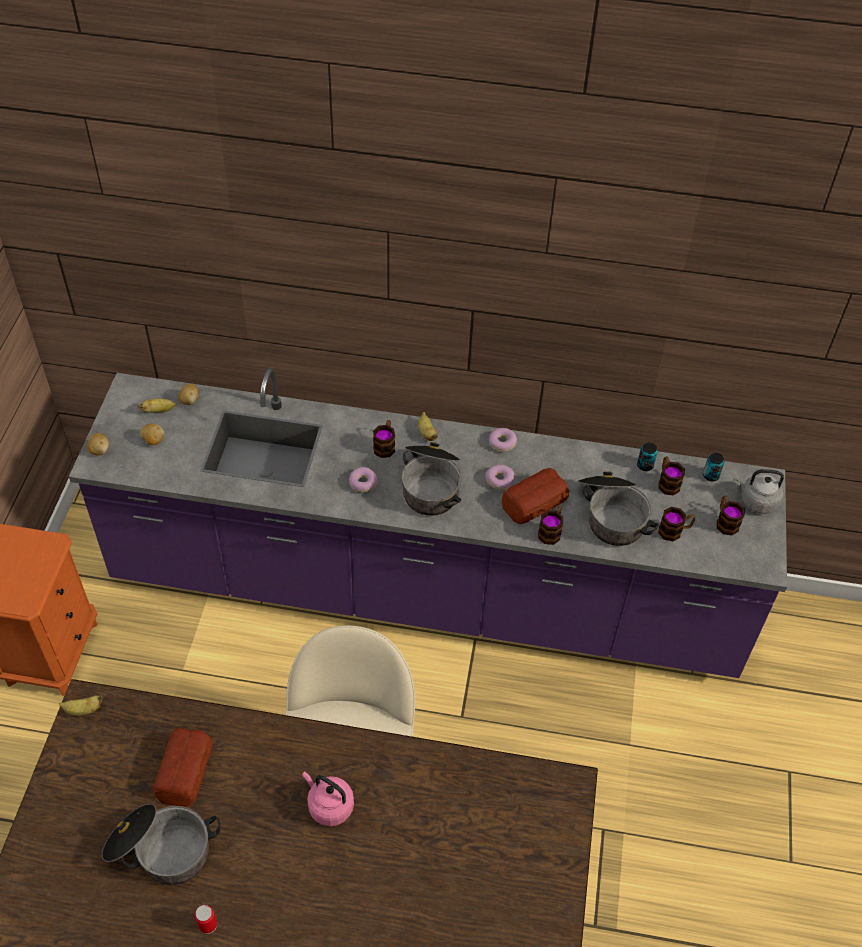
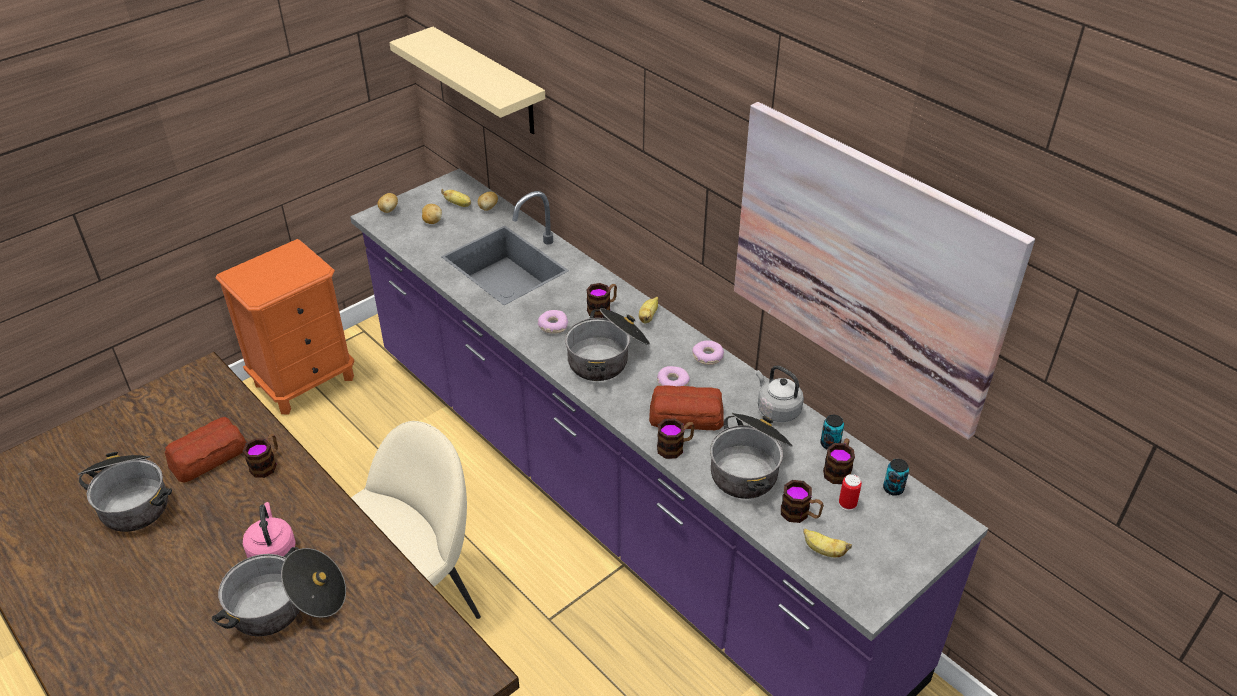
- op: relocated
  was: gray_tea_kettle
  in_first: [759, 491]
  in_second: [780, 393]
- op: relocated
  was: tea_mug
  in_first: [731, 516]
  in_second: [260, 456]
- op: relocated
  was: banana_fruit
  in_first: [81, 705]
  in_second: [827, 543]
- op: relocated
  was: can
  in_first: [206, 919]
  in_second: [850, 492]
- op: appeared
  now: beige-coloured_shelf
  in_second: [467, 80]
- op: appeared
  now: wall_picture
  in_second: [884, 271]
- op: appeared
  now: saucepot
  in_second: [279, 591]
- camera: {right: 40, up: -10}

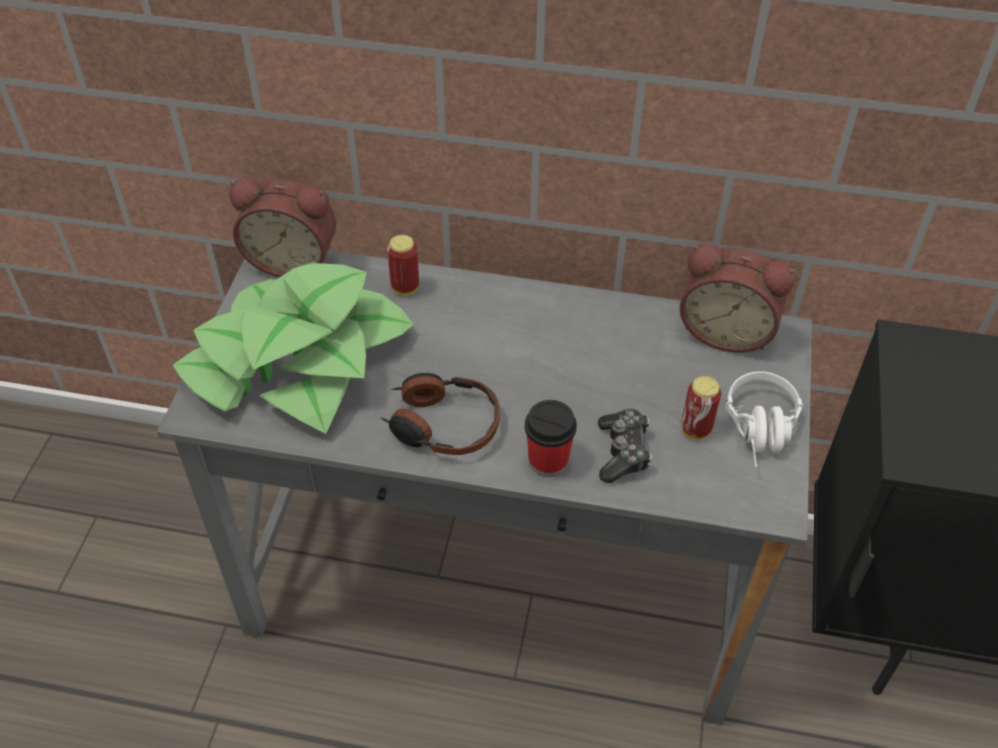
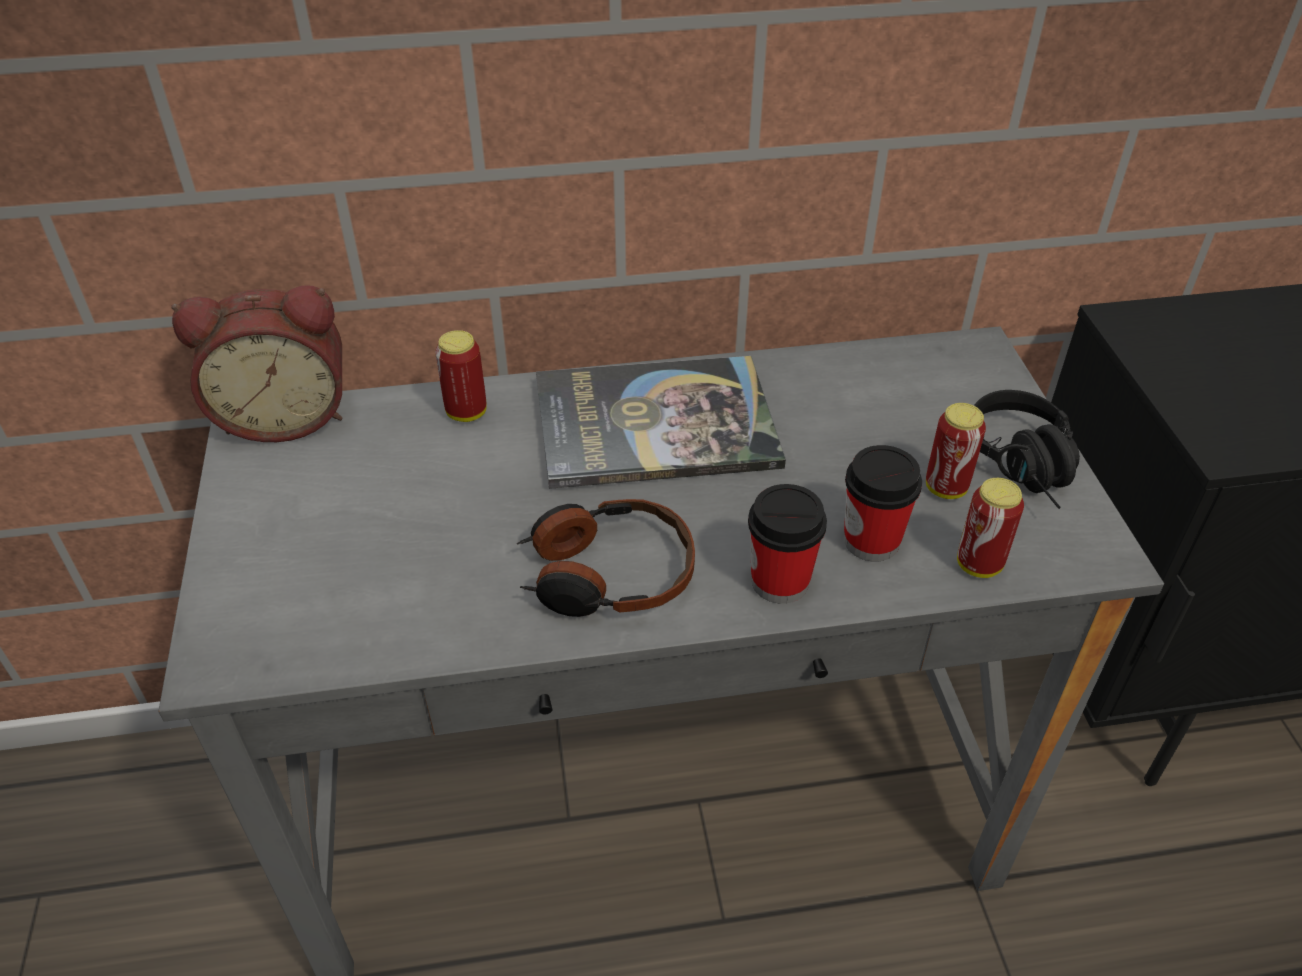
- op: missing
  was: table_clock
  in_first: [737, 298]
- op: missing
  was: houseplant
  in_first: [293, 348]
- op: colour
  was: white_headset
  now: blackish_headset
  in_first: [764, 419]
  in_second: [1027, 449]
- op: exchanged
  was: joypad
  now: drinking_cup
  in_first: [625, 446]
  in_second: [883, 503]
- op: appeared
  now: book
  in_second: [661, 422]
- op: appeared
  now: can
  in_second: [990, 528]
- camera: {right: -20, up: -5}

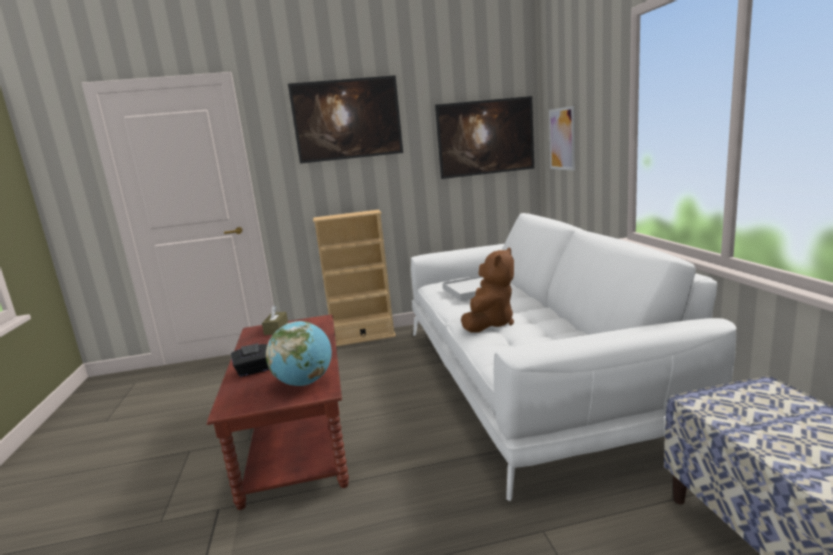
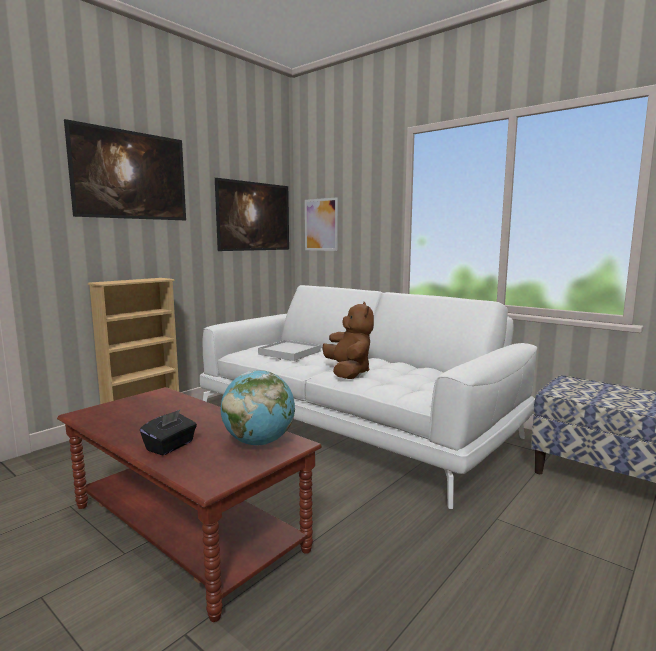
- op: missing
  was: brownish_tissue_box
  in_first: [275, 320]
- camera: {right: -40, up: -5}

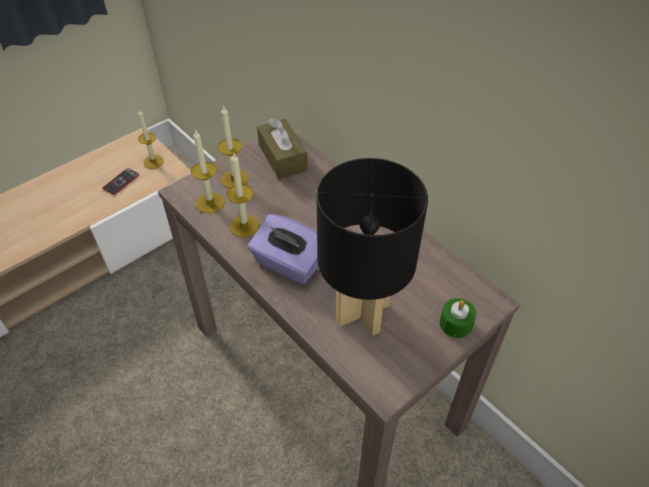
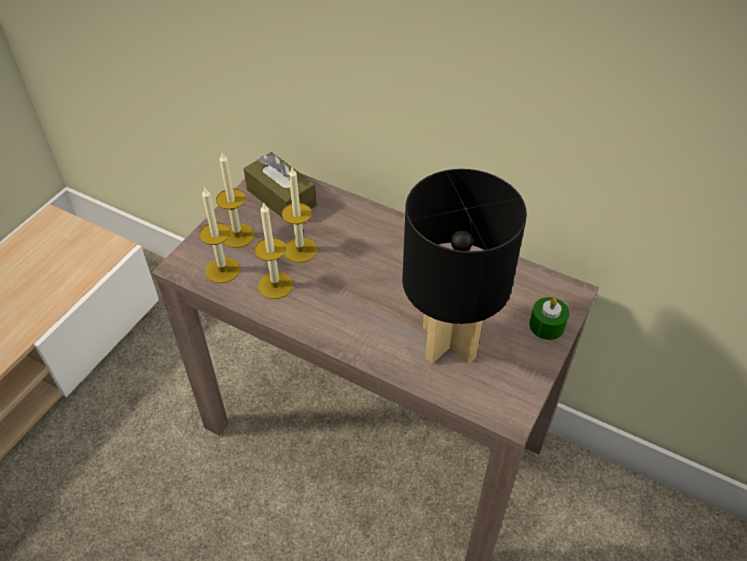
- op: relocated
  was: wax_candle
  in_first: [151, 139]
  in_second: [299, 215]
- op: missing
  was: phone
  in_first: [120, 181]
- op: missing
  was: purple_tissue_box
  in_first: [283, 249]
- camera: {right: -20, up: 0}

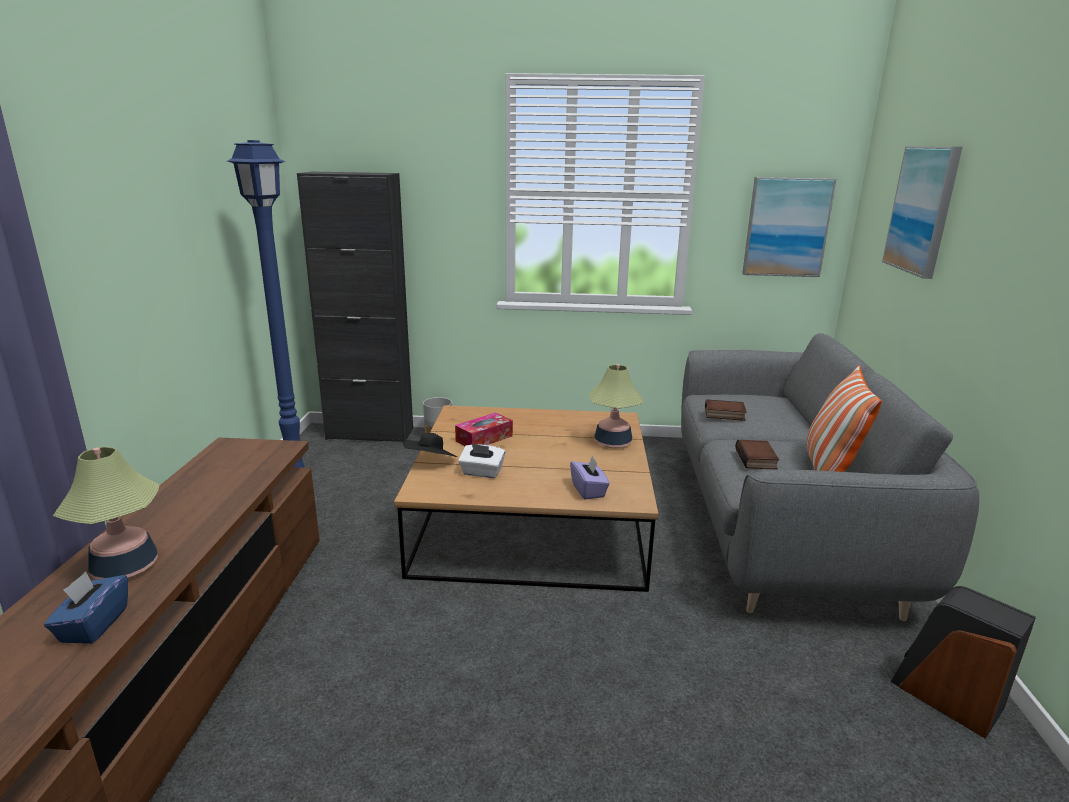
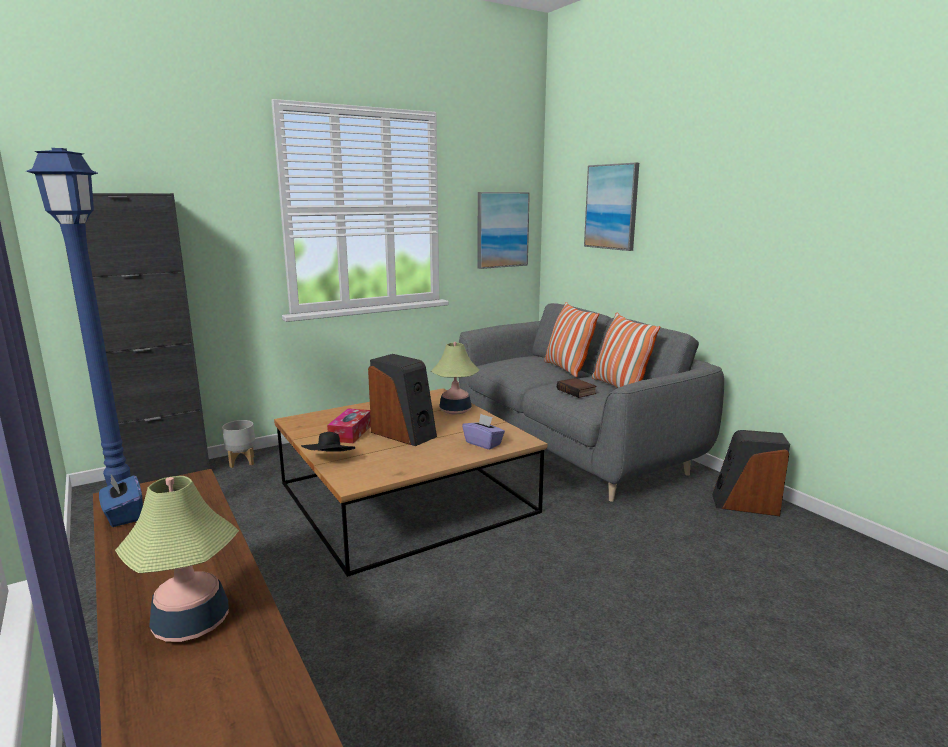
- op: missing
  was: book
  in_first: [726, 410]
- op: missing
  was: white_tissue_box
  in_first: [481, 461]
- op: relocated
  was: blue_tissue_box
  in_first: [86, 607]
  in_second: [121, 500]
- op: appeared
  now: cushion
  in_second: [571, 339]
- op: appeared
  now: audio_speaker
  in_second: [402, 400]
- camera: {right: -35, up: -5}

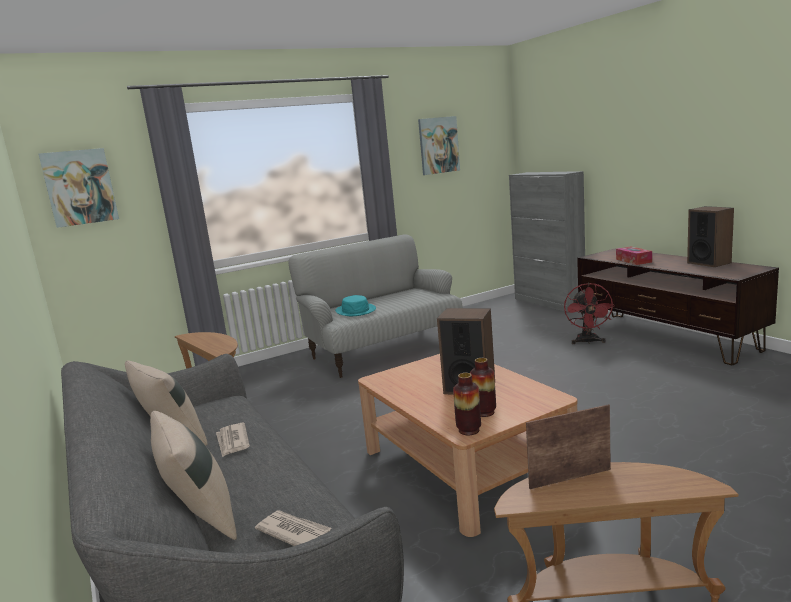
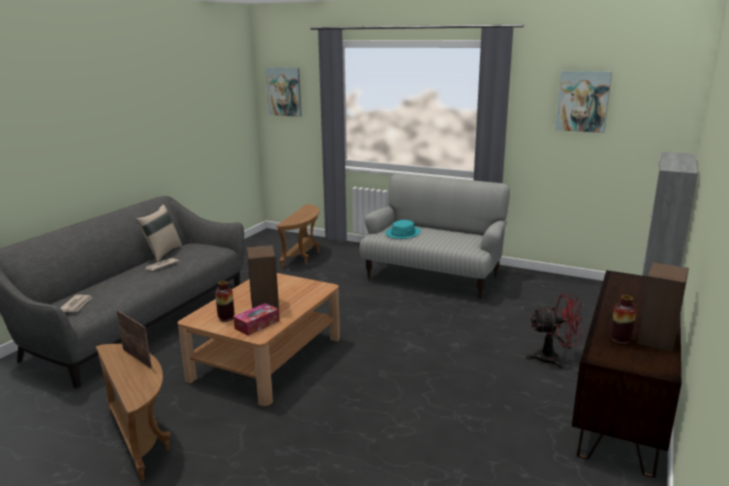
- op: relocated
  was: tissue_box
  in_first: [634, 255]
  in_second: [256, 319]
- op: spun
  was: red_fan
  in_first: [589, 313]
  in_second: [555, 331]
  clockwise: -150
- op: relocated
  was: vase
  in_first: [467, 404]
  in_second: [624, 320]
- op: missing
  was: beige-coloured_cushion
  in_first: [193, 475]
- camera: {right: 55, up: 5}

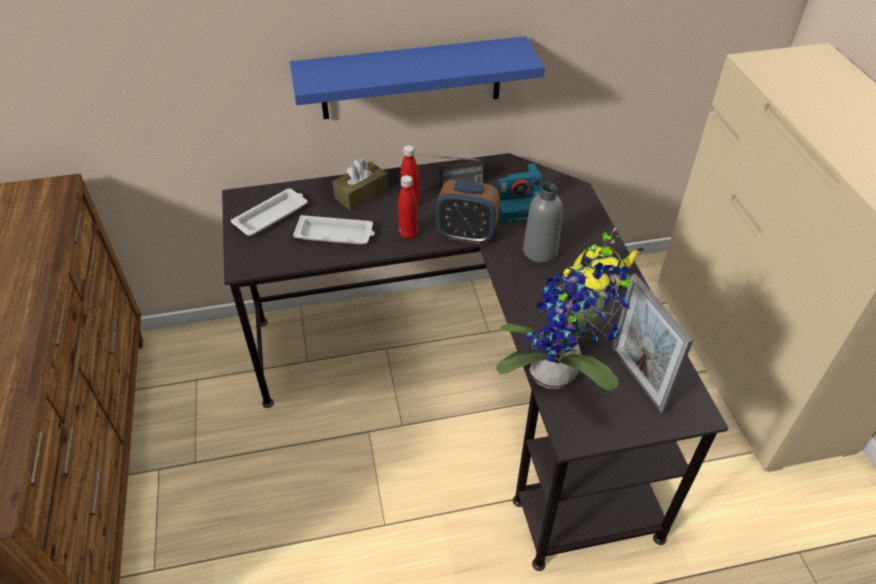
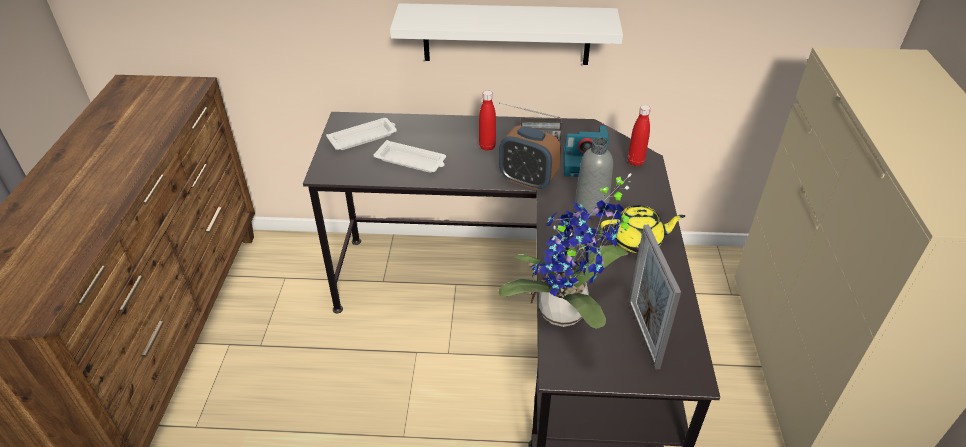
- op: colour
  was: blue_shelf
  now: white_shelf
  in_first: [417, 77]
  in_second: [506, 34]
- op: missing
  was: brownish_tissue_box
  in_first: [360, 184]
- op: relocated
  was: red_bottle
  in_first: [408, 207]
  in_second: [639, 135]
- camera: {right: 15, up: -5}

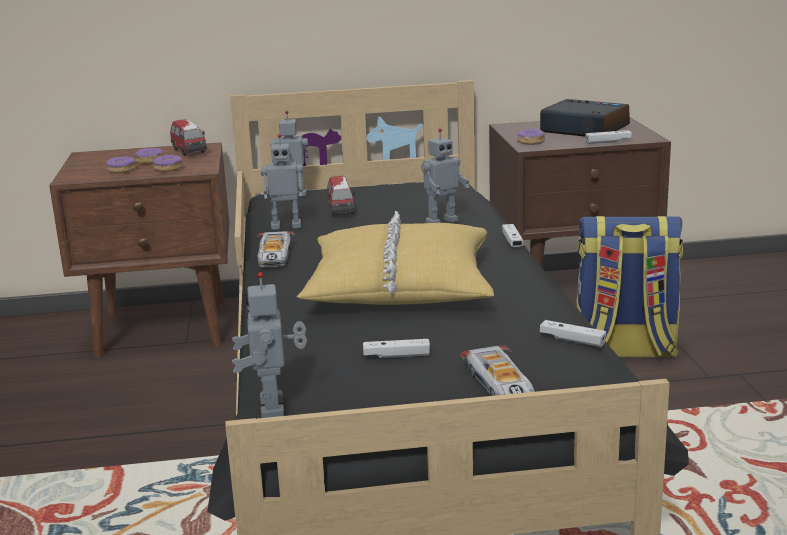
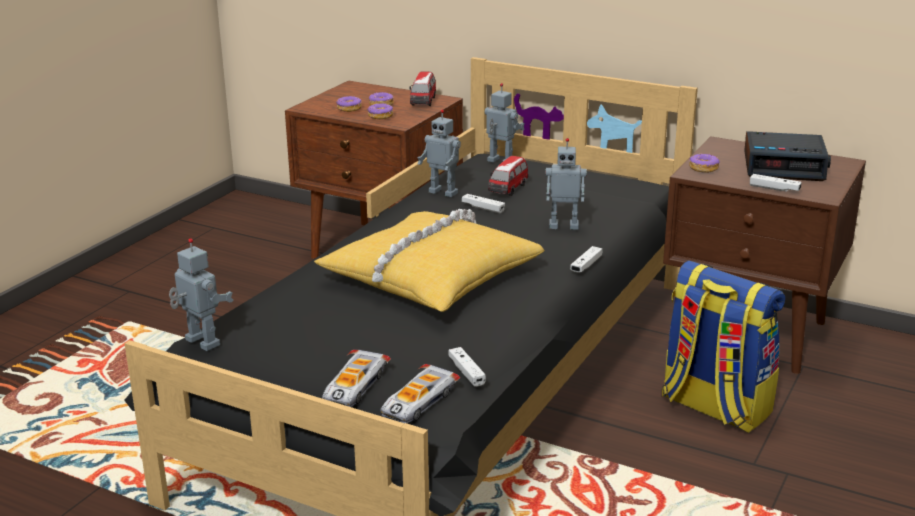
- op: spun
  was: table_clock
  in_first: [585, 118]
  in_second: [787, 156]
  clockwise: 120
- op: relocated
  was: toy_car
  in_first: [276, 249]
  in_second: [420, 393]
- op: spun
  was: model_robot
  in_first: [269, 345]
  in_second: [201, 294]
  clockwise: 105
- op: relocated
  was: white_joypad
  in_first: [396, 348]
  in_second: [483, 203]
- camera: {right: 35, up: 5}

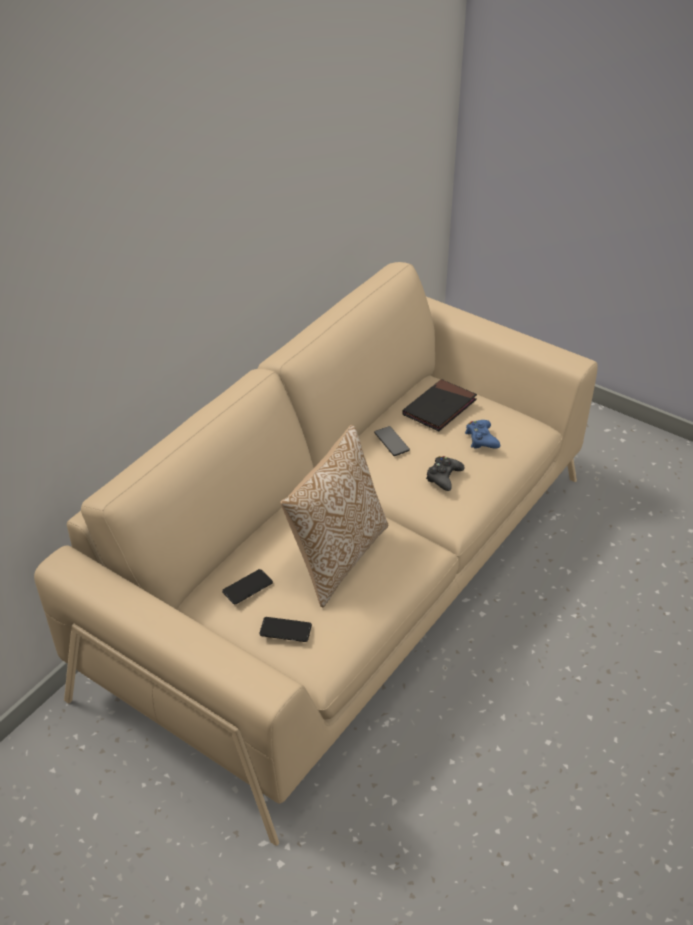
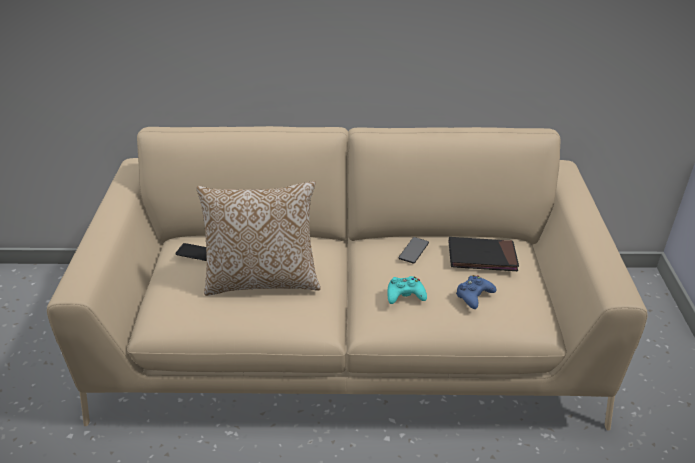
- op: colour
  was: blackish_joypad
  now: turquoise-coloured_joypad
  in_first: [445, 473]
  in_second: [407, 290]
- op: missing
  was: phone
  in_first: [285, 629]
- camera: {right: 55, up: -5}

